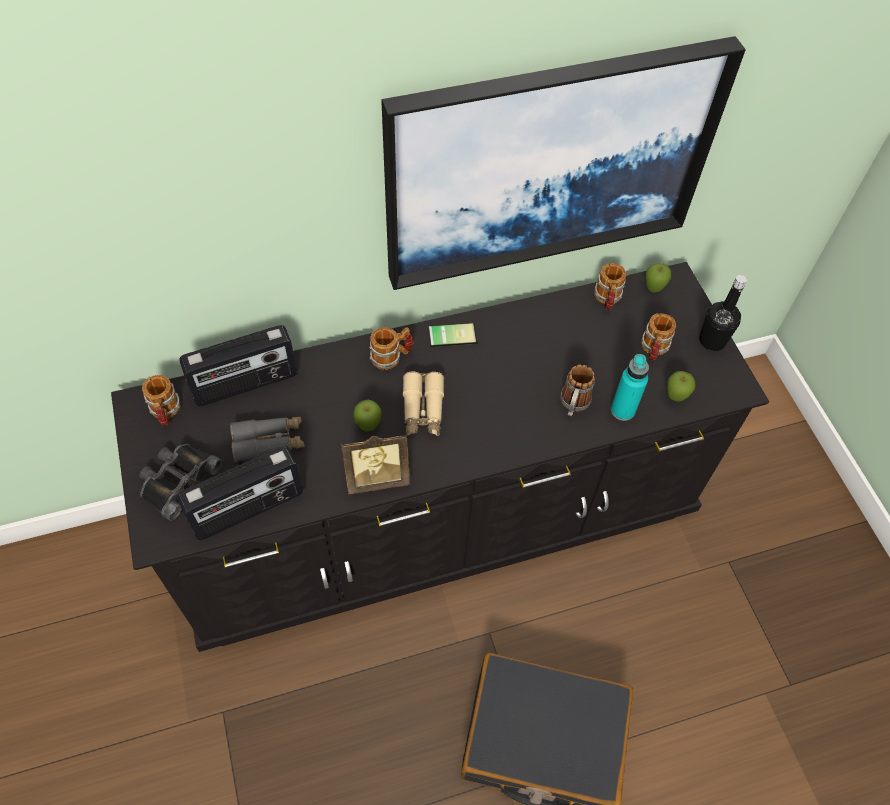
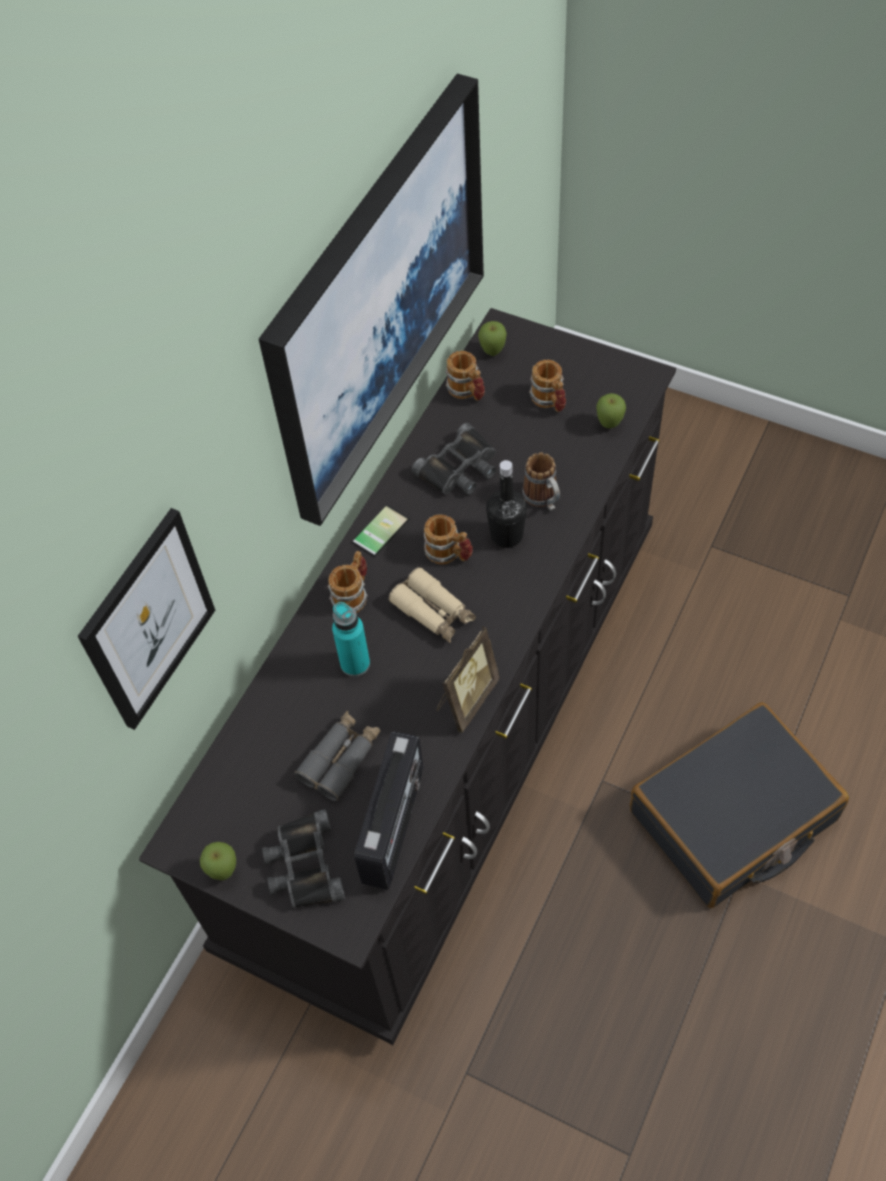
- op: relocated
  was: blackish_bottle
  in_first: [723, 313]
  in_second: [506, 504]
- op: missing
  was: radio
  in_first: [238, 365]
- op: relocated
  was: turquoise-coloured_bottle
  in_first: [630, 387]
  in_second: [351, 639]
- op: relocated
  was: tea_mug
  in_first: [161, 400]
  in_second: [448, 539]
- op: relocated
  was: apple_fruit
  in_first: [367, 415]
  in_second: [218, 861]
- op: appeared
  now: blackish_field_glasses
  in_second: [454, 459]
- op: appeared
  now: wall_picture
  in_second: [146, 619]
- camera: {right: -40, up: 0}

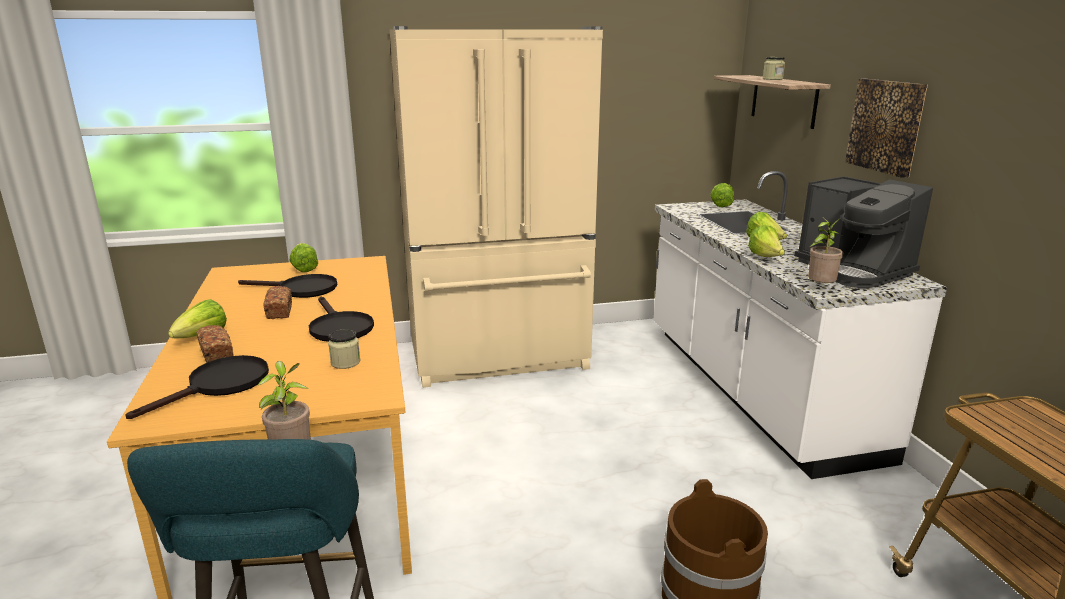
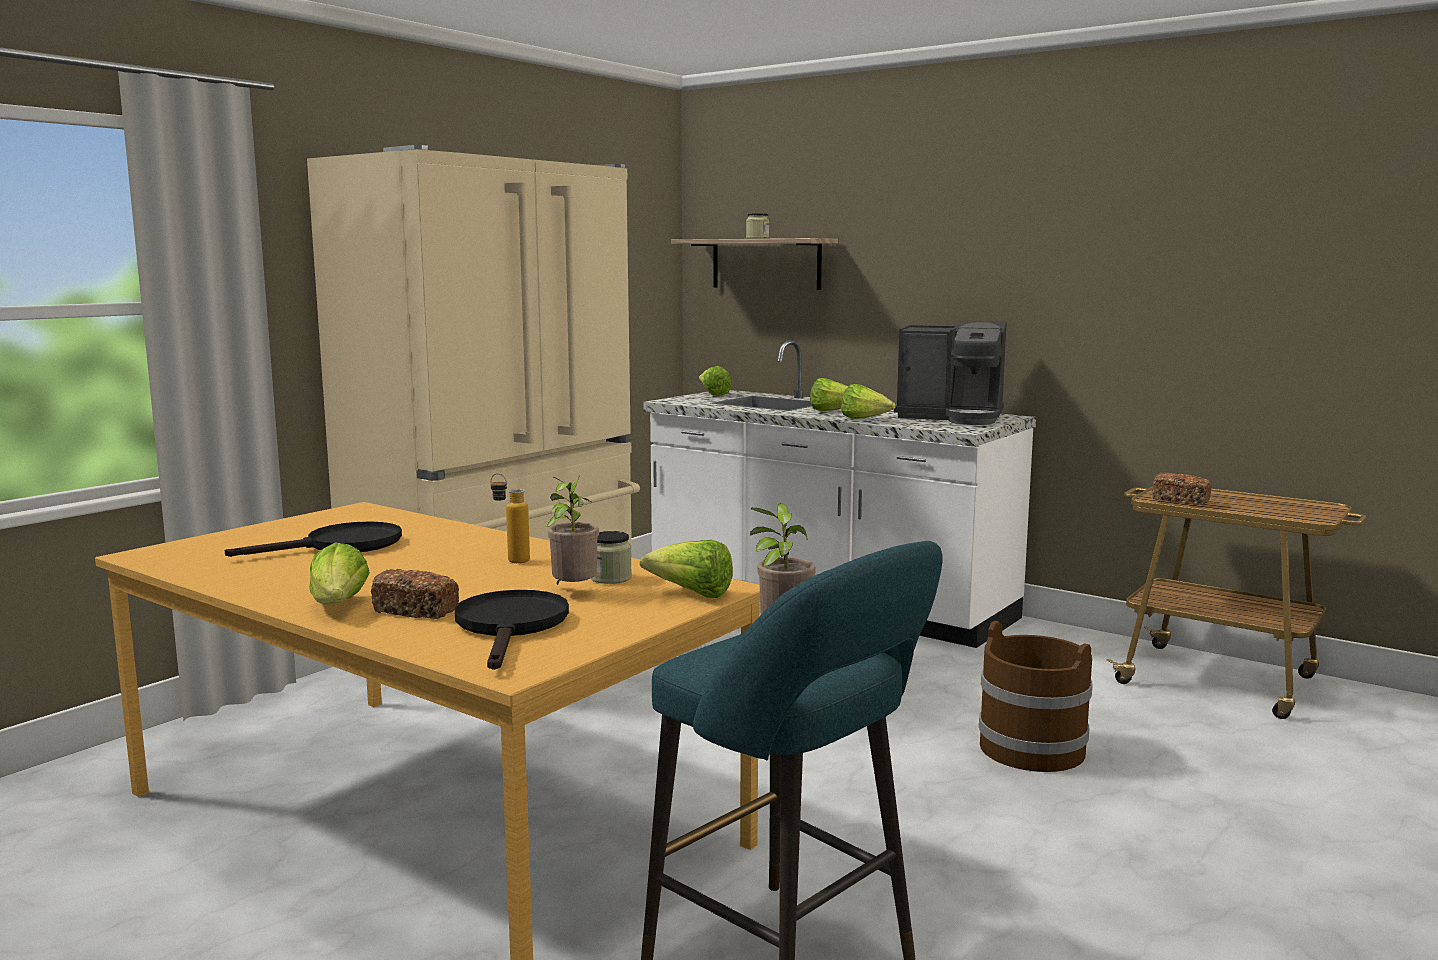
- op: missing
  was: wall_picture
  in_first: [886, 128]
- op: relocated
  was: houseplant
  in_first: [825, 250]
  in_second: [572, 530]
- op: relocated
  was: head_of_lettuce
  in_first: [304, 257]
  in_second: [686, 569]
- op: relocated
  was: bakery_bread
  in_first: [278, 302]
  in_second: [1182, 488]
- op: exchanged
  was: blackish_skillet
  now: bottle
  in_first: [341, 319]
  in_second: [510, 518]
- camera: {right: -40, up: -10}

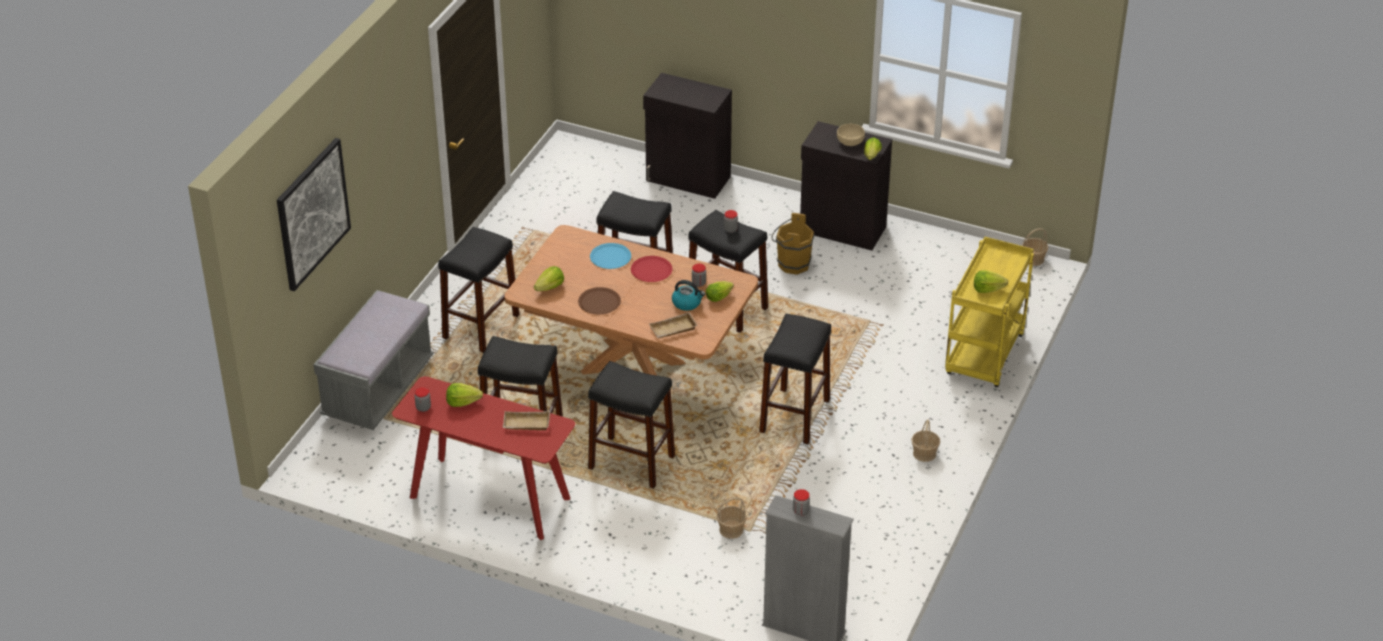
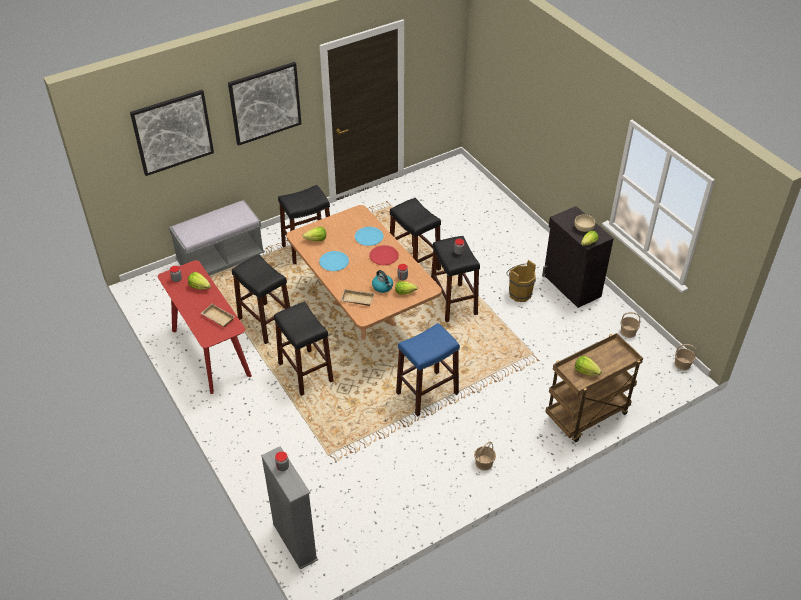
- op: missing
  was: blackish_storage_cabinet
  in_first: [687, 136]
- op: colour
  was: yellowish_wheeled_cart
  now: brownish_wheeled_cart
  in_first: [989, 312]
  in_second: [594, 387]
- op: colour
  was: brownish_flat_dish
  now: blue_flat_dish
  in_first: [599, 300]
  in_second: [334, 261]
- op: colour
  was: blackish_stool_seat
  now: blue_stool_seat
  in_first: [795, 379]
  in_second: [428, 370]
- op: relocated
  was: household_basket
  in_first: [732, 518]
  in_second: [630, 325]
- op: appeared
  now: wall_picture
  in_second: [264, 104]
- camera: {right: 35, up: 5}

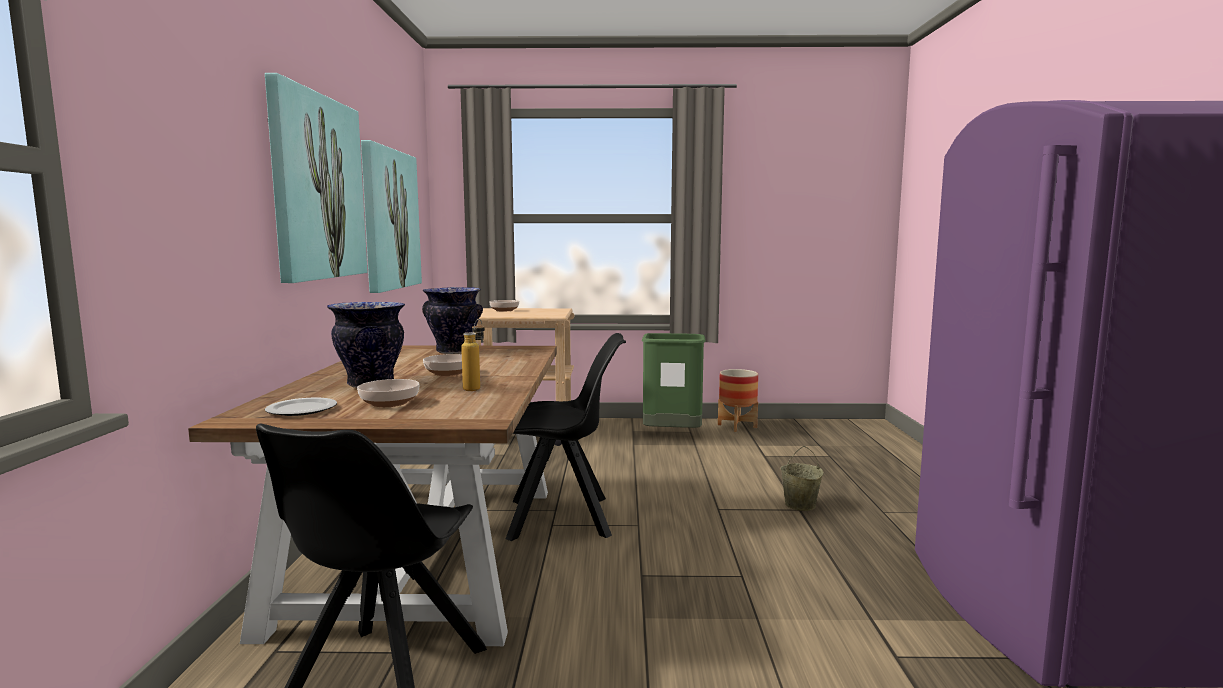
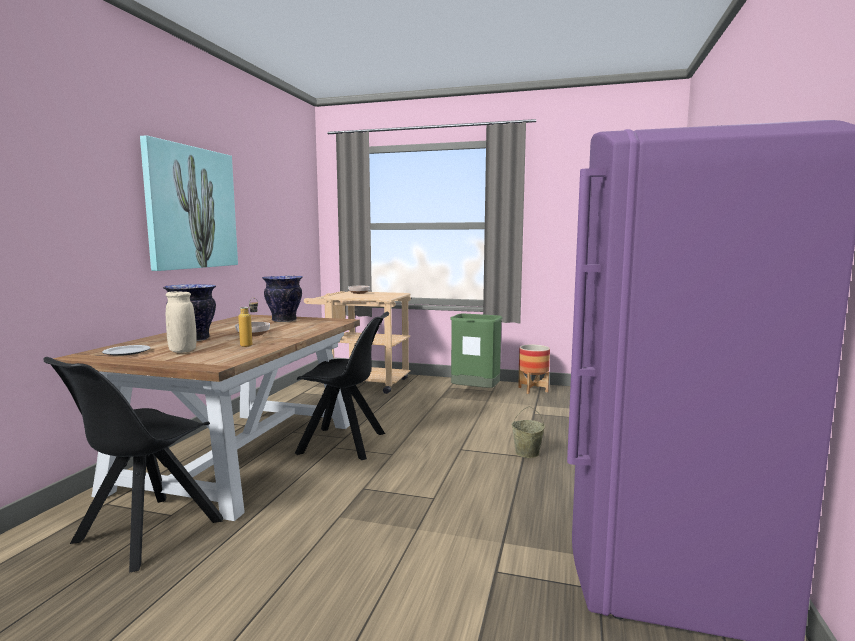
- op: missing
  was: wall_picture
  in_first: [391, 216]
- op: exchanged
  was: deep_dish
  now: beige-coloured_vase
  in_first: [388, 393]
  in_second: [181, 322]
- camera: {right: 15, up: 0}

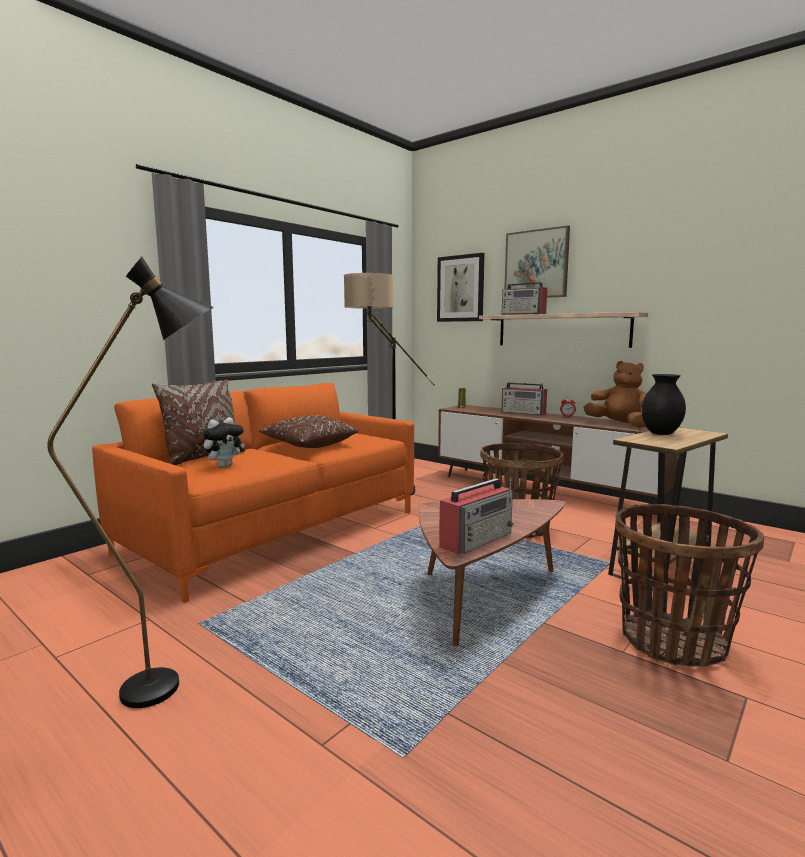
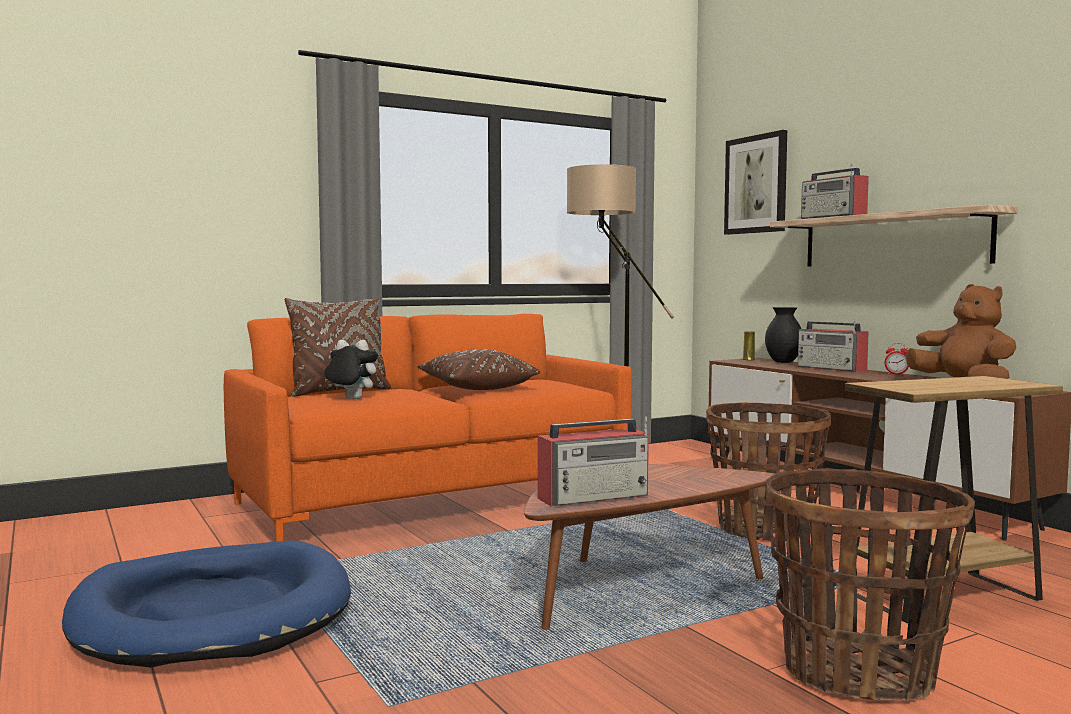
- op: missing
  was: wall_picture
  in_first: [537, 262]
- op: exchanged
  was: blackish_standard_lamp
  now: blue_dog_cushion
  in_first: [130, 482]
  in_second: [206, 603]
- op: relocated
  was: blackish_vase
  in_first: [663, 404]
  in_second: [783, 335]
- op: spun
  was: plush_toy
  in_first: [224, 442]
  in_second: [351, 369]
  clockwise: -135
- camera: {right: 20, up: -5}

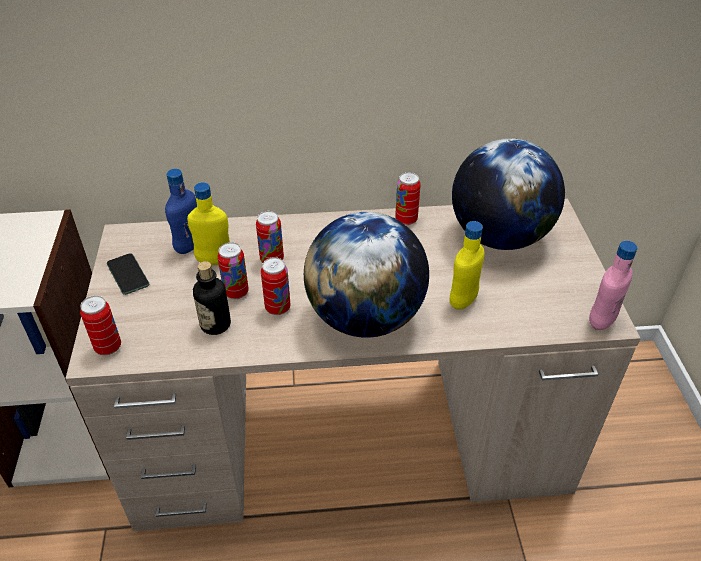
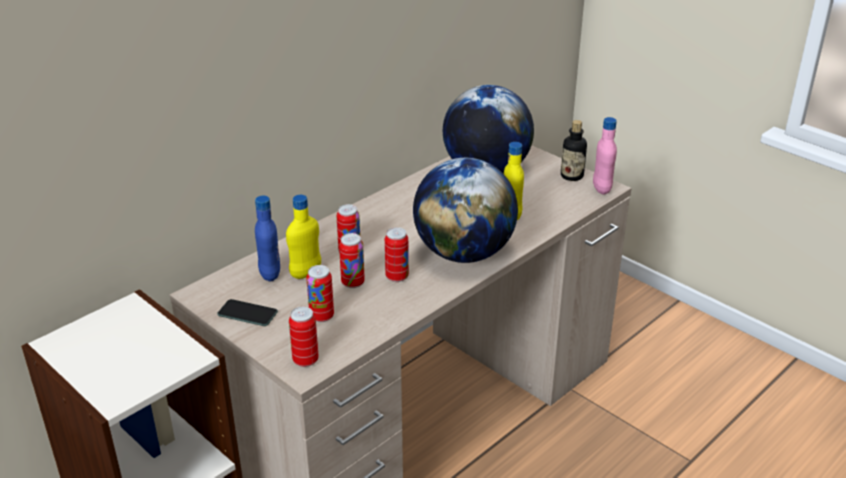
- op: relocated
  was: can
  in_first: [408, 198]
  in_second: [320, 293]
- op: relocated
  was: bottle
  in_first: [212, 298]
  in_second: [574, 150]
- camera: {right: -40, up: -10}

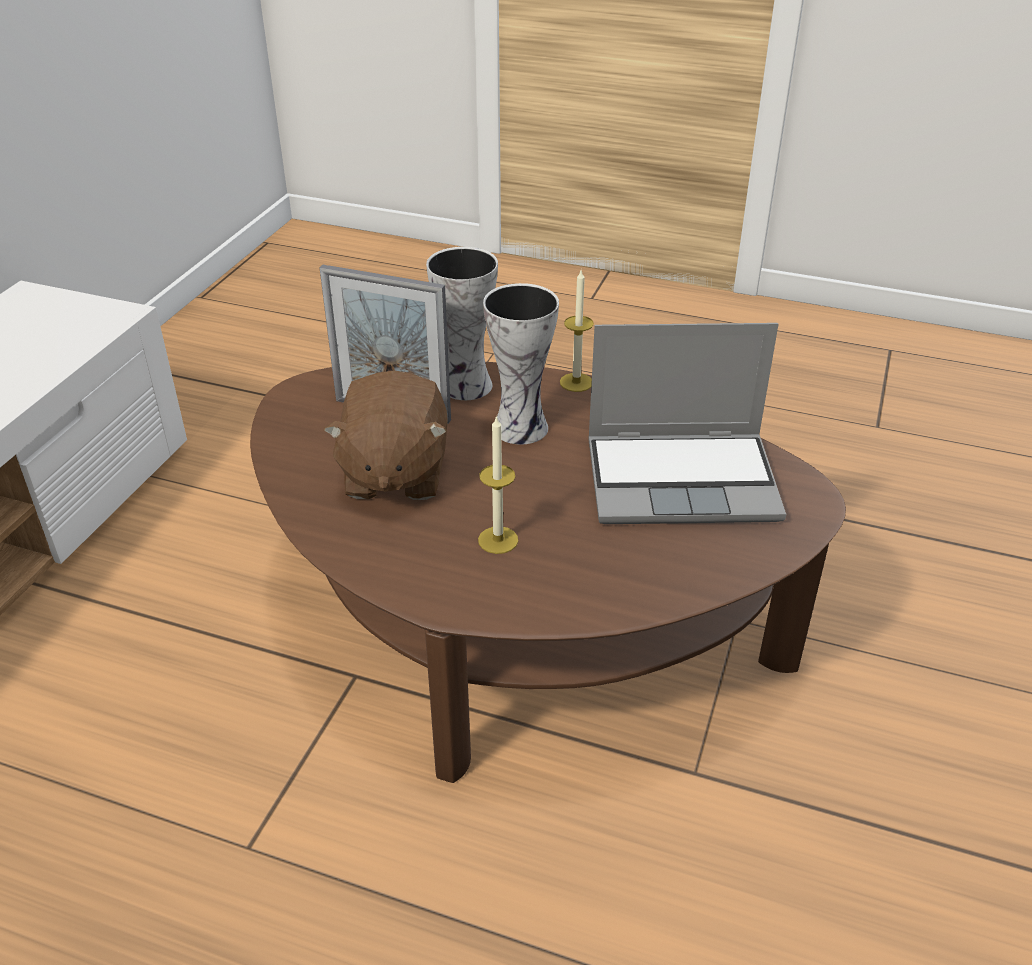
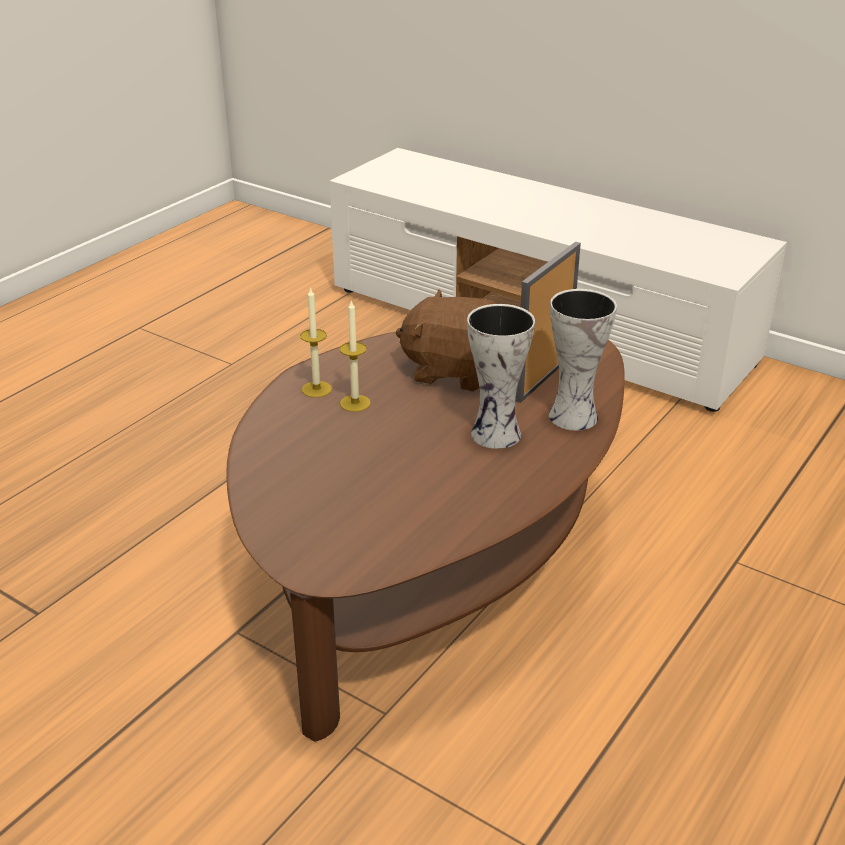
- op: relocated
  was: wax_candle
  in_first: [577, 331]
  in_second: [316, 342]
- op: missing
  was: laptop
  in_first: [687, 423]
- camera: {right: 105, up: -5}

